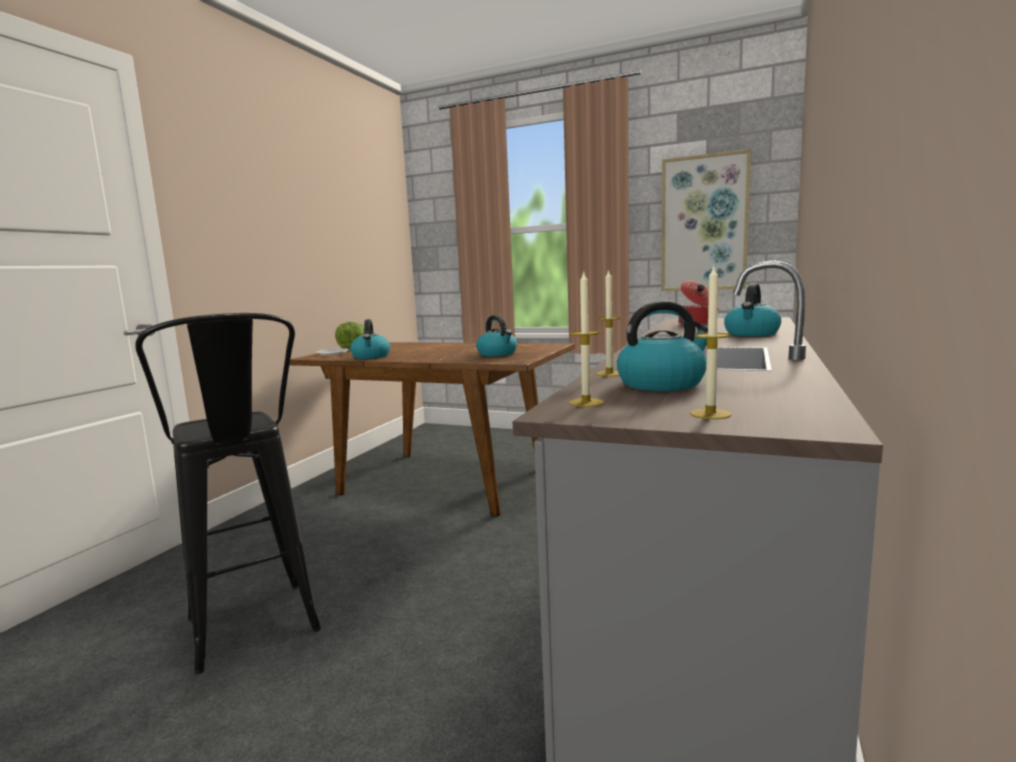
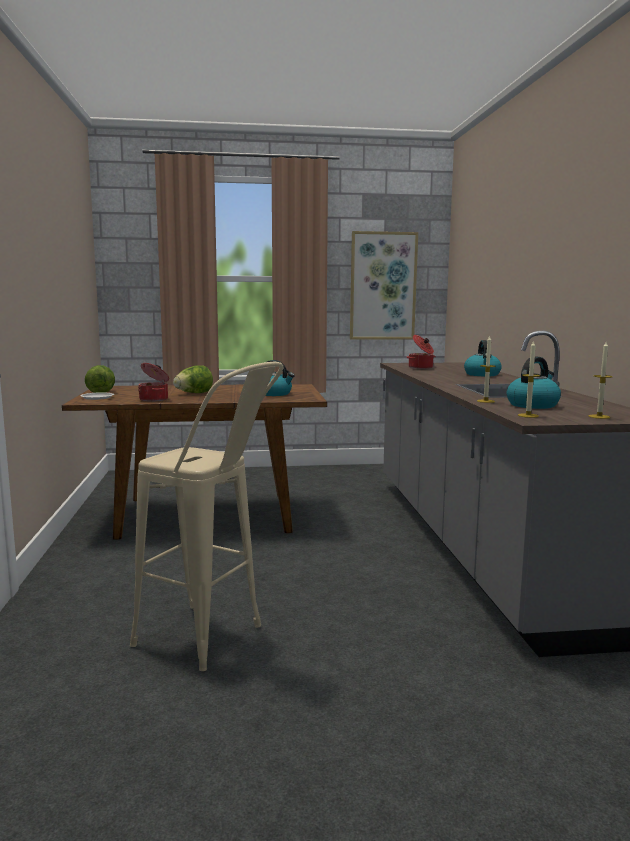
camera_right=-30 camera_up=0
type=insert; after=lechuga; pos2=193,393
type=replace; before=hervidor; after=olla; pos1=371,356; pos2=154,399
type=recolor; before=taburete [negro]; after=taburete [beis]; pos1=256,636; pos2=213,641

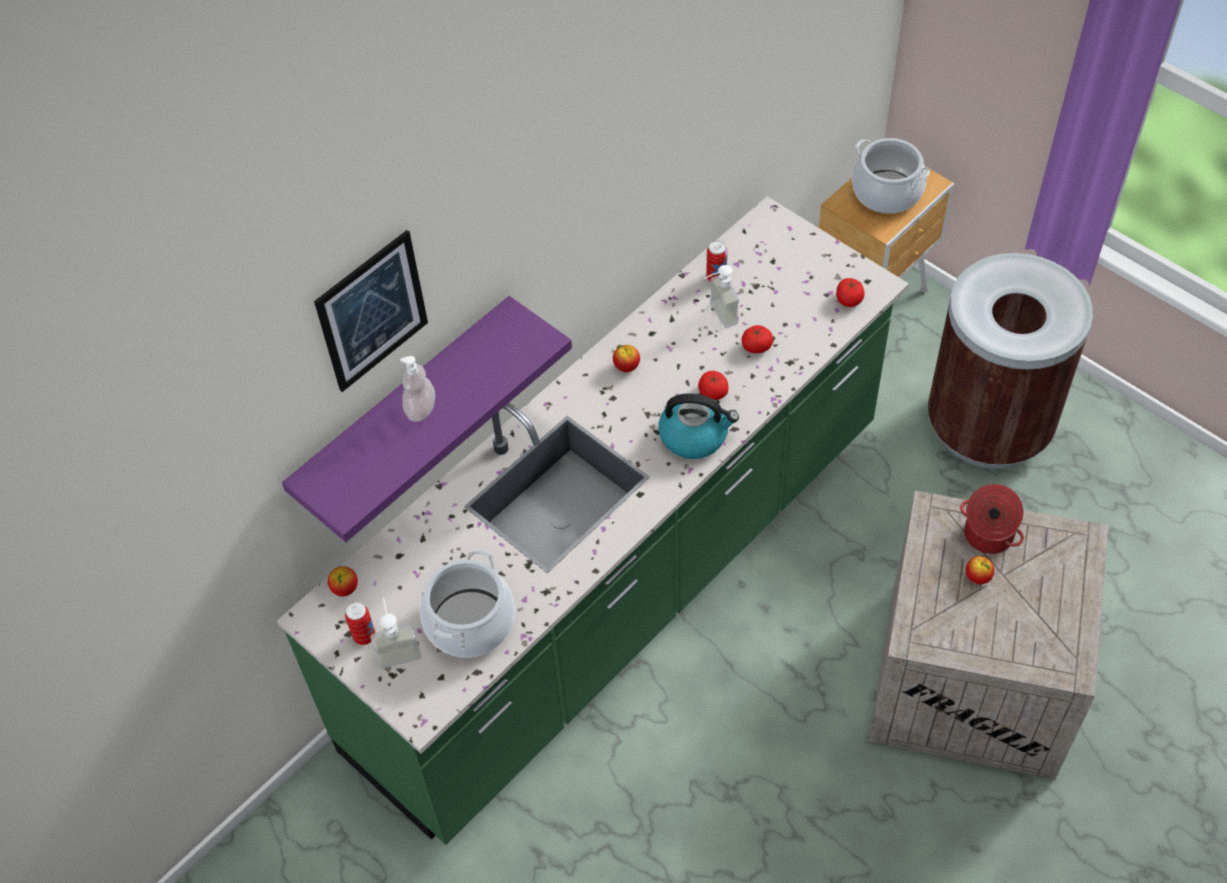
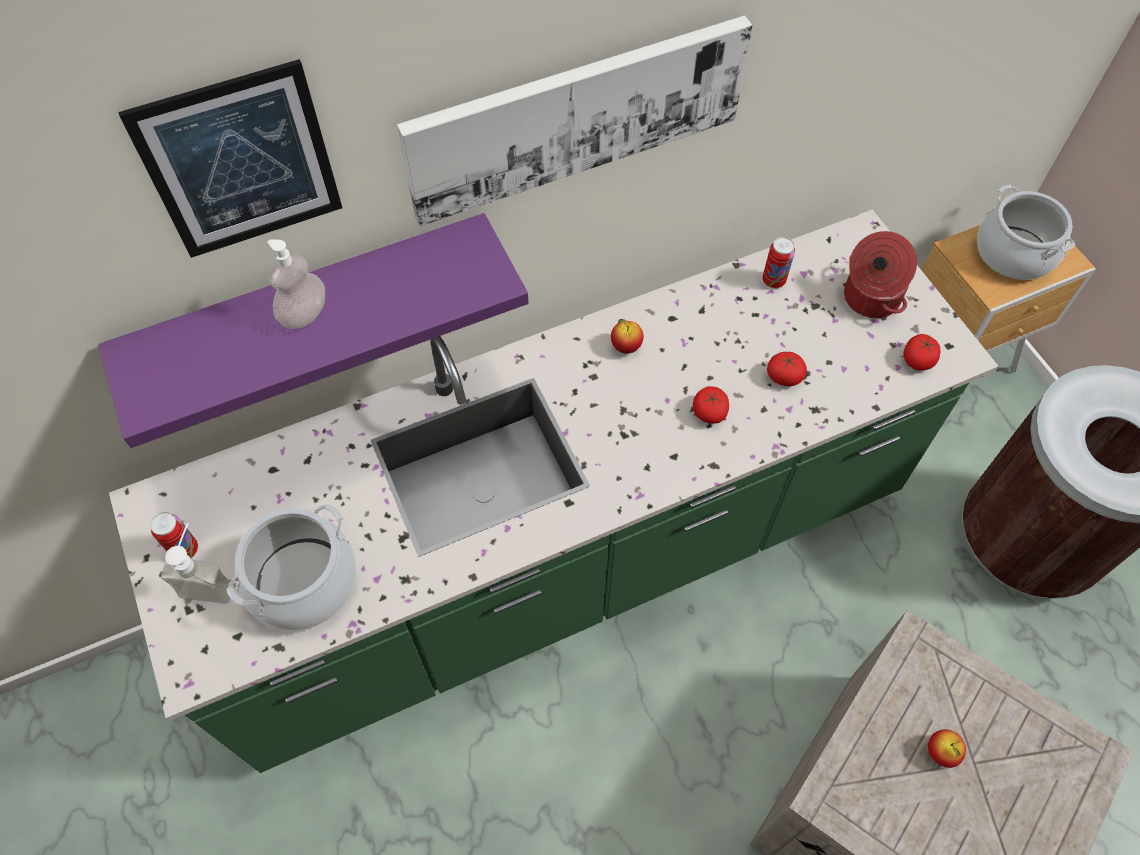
camera_right=20 camera_up=5
type=delete; before=manzana; pos1=345,589
type=delete; before=hervidor; pos1=694,436
type=delete; before=dispensador de jabón; pos1=716,316
type=insert; after=cuadro; pos2=576,116
type=move; before=olla; pos1=987,535; pos2=869,298

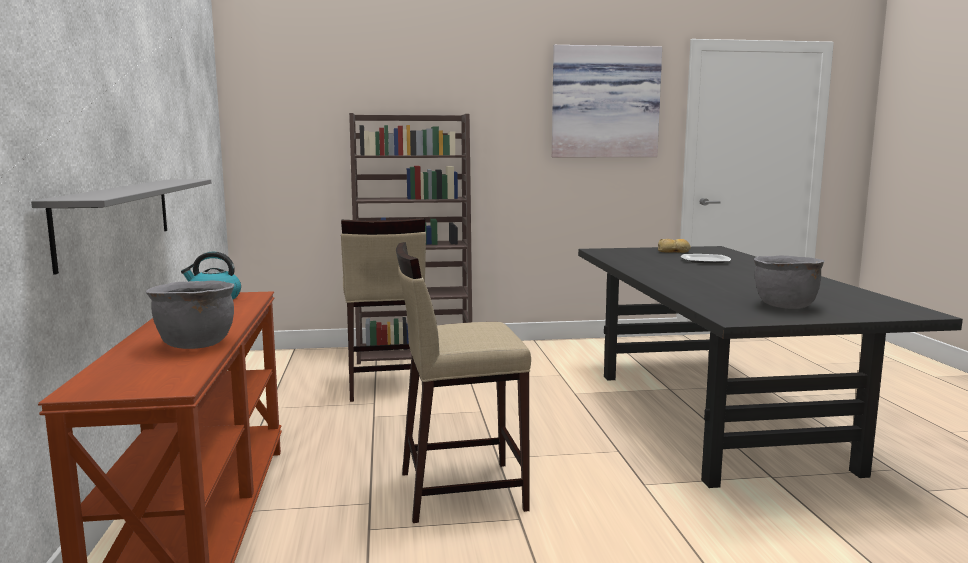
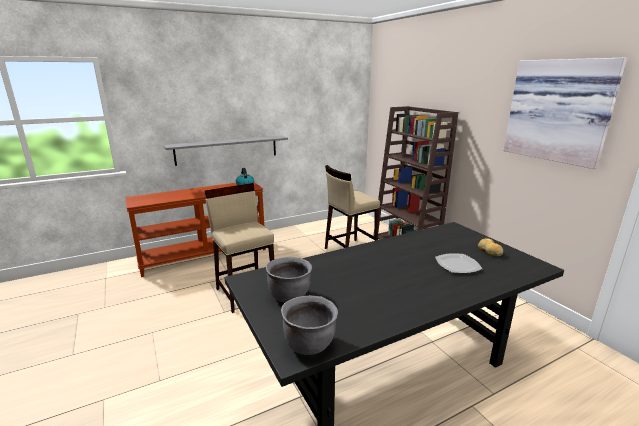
camera_right=70 camera_up=10
type=move; before=olla [gris]; pos1=195,344; pos2=309,344

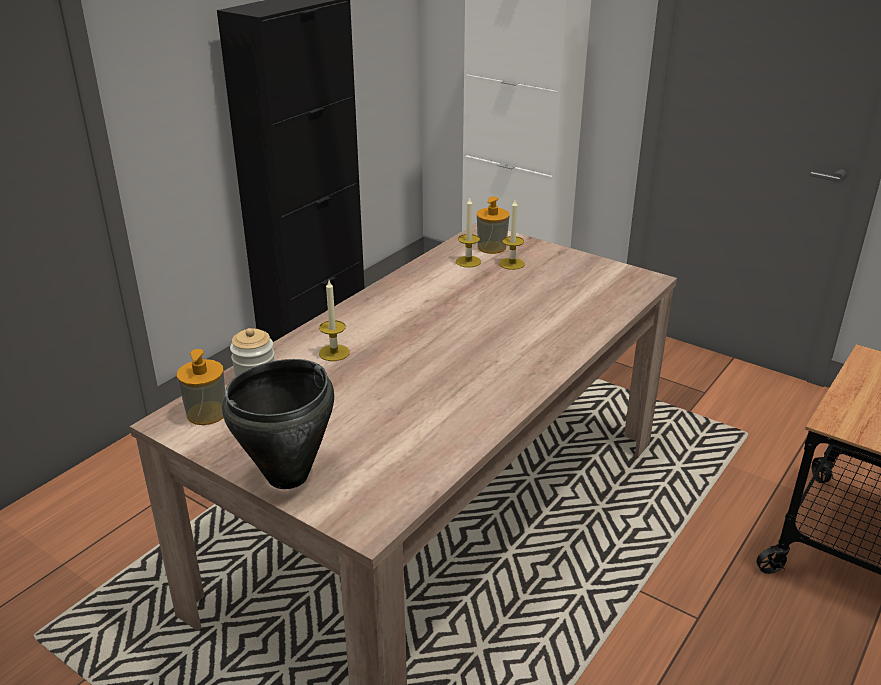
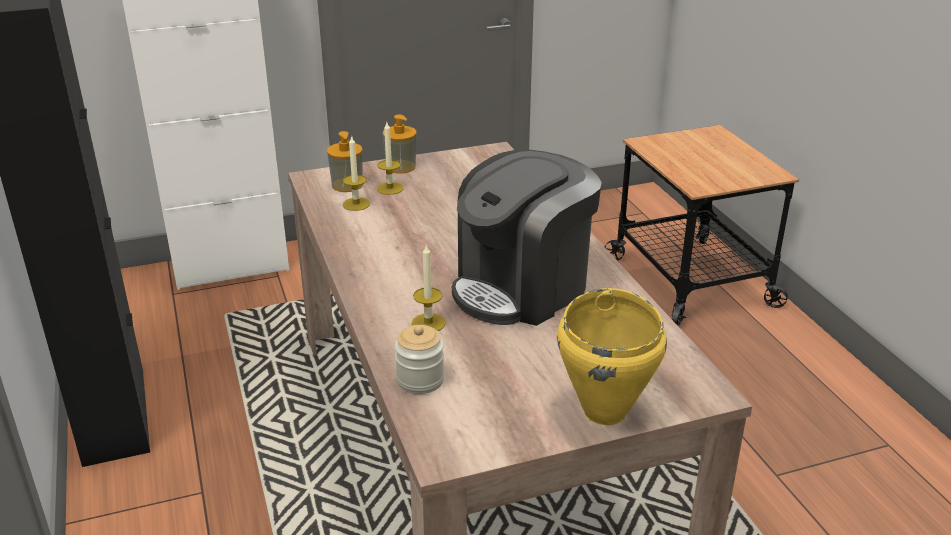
camera_right=-55 camera_up=0
type=insert; after=cafetera; pos2=522,288
type=move; before=dispensador de jabón; pos1=207,413; pos2=401,167
type=recolor; before=olla [negro]; after=olla [amarillo]; pos1=289,476; pos2=605,411

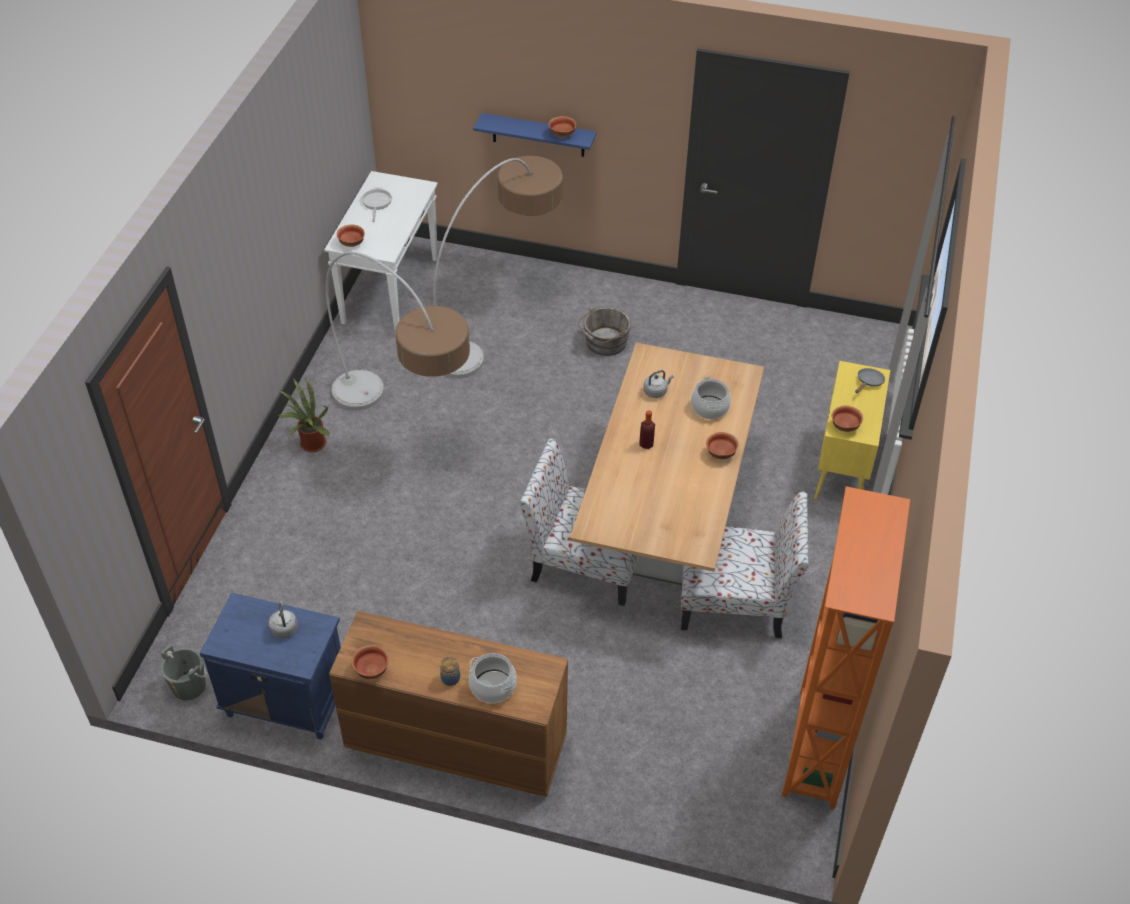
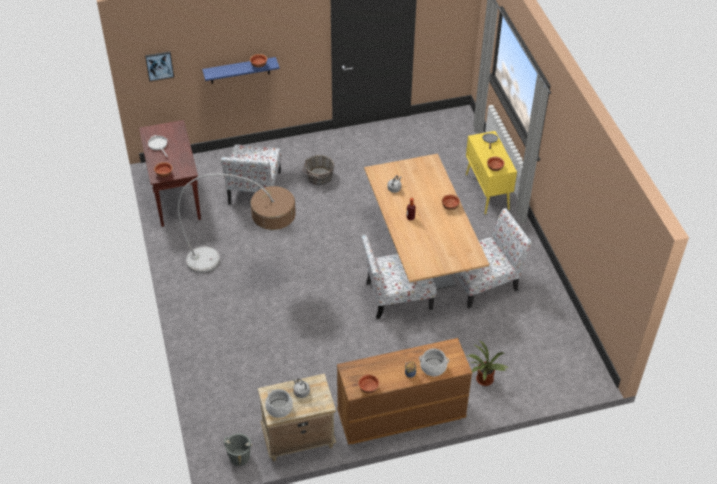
camera_right=-30 camera_up=0
type=delete; before=estantería [naranja]; pos1=815,748
type=insert; after=cuadro; pos2=159,65
type=move; before=planta en maceta; pos1=310,444; pos2=483,381
type=move; before=olla; pos1=710,407; pos2=279,408
type=replace; before=lámpara de pie; after=silla; pos1=502,323; pos2=254,189
type=recolor; before=mesita de noche [azul]; after=mesita de noche [beis]; pos1=285,701; pos2=297,438
type=recolor; before=mesa consola [blanco]; after=mesa consola [marrón]; pos1=390,290; pos2=174,196

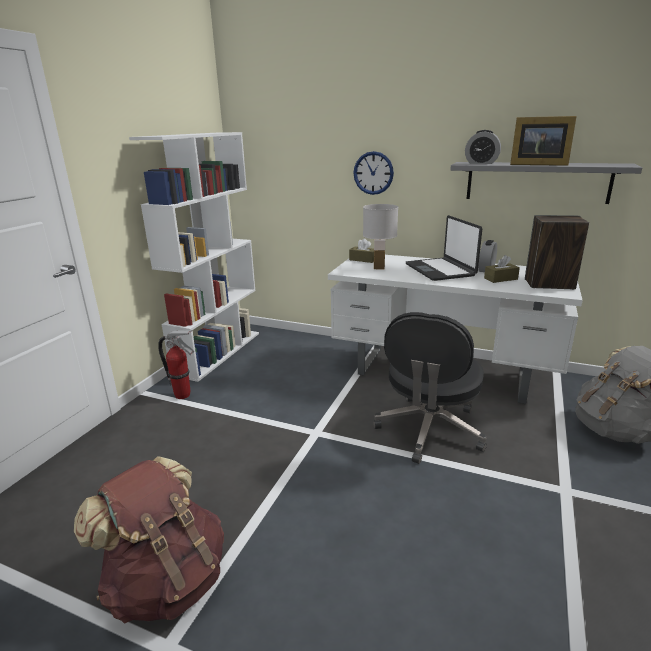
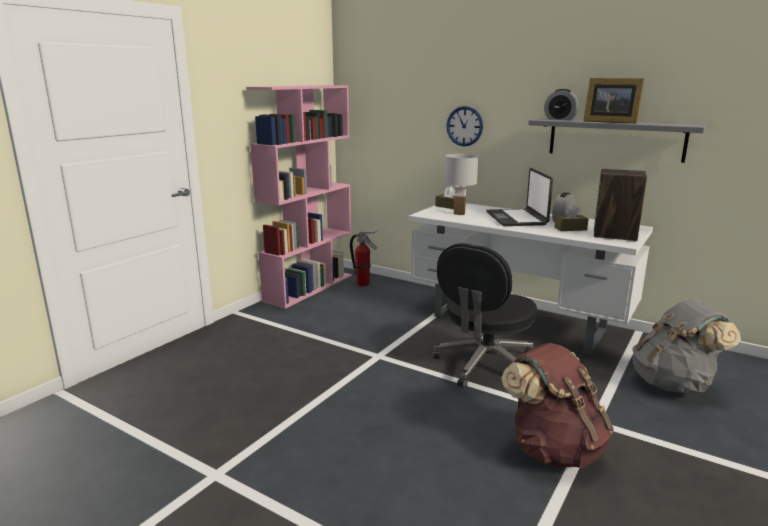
camera_right=10 camera_up=-5
type=move; before=mochila [marrón]; pos1=167,581; pos2=553,449
type=move; before=extintor; pos1=183,395; pos2=363,284
type=recolor; before=estantería [blanco]; after=estantería [rosa]; pos1=218,352; pos2=309,288

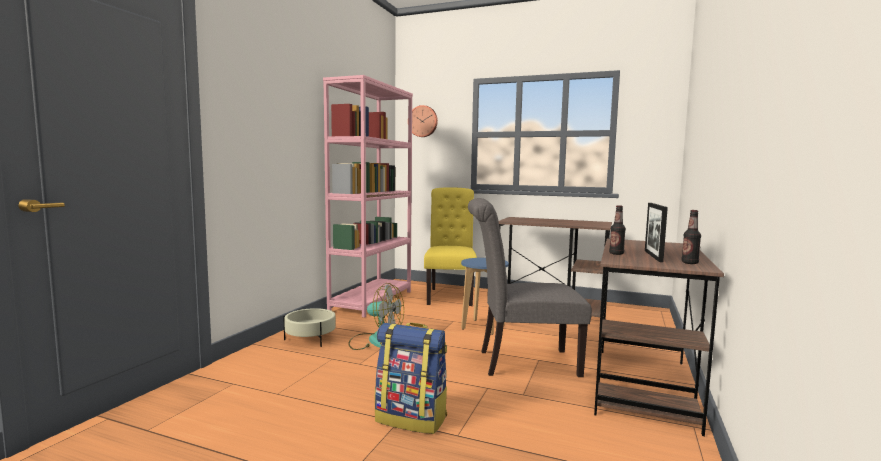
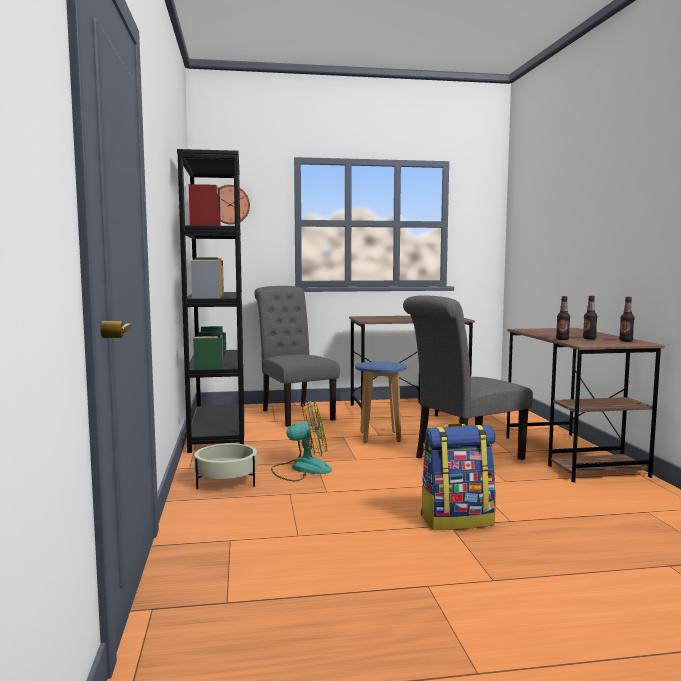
camera_right=-30 camera_up=0
type=replace; before=portarretratos; after=botella; pos1=653,256; pos2=589,338
type=recolor; before=estantería [rosa]; after=estantería [negro]; pos1=372,301; pos2=218,433
type=recolor; before=silla [amarillo]; after=silla [gris]; pos1=450,295; pos2=294,414

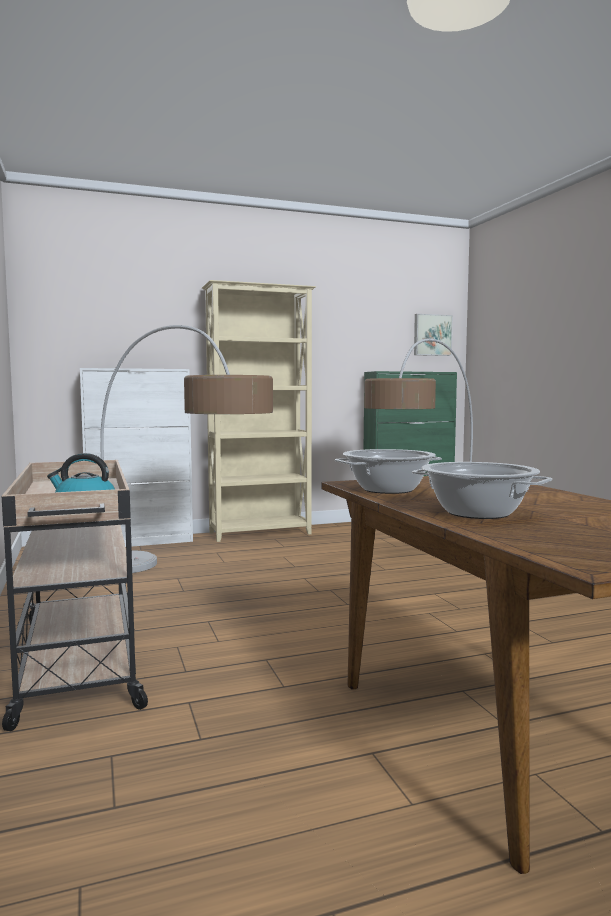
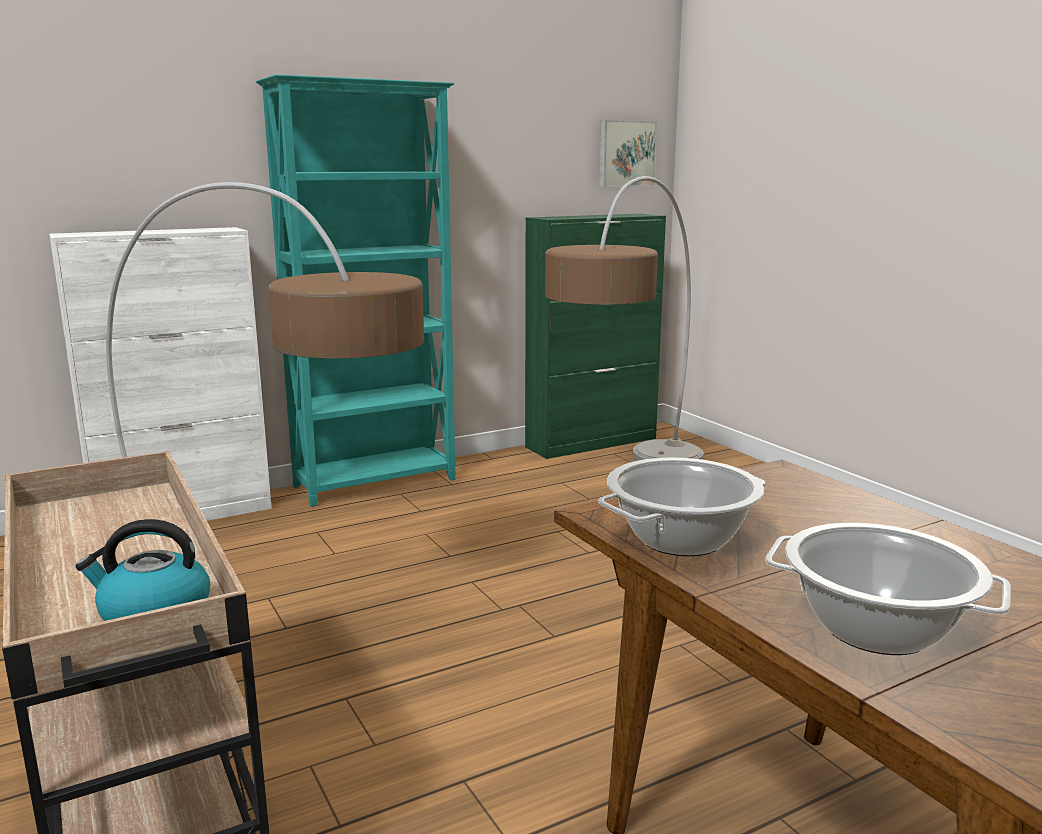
camera_right=-10 camera_up=10
type=recolor; before=estantería [beis]; after=estantería [turquesa]; pos1=261,533; pos2=377,483

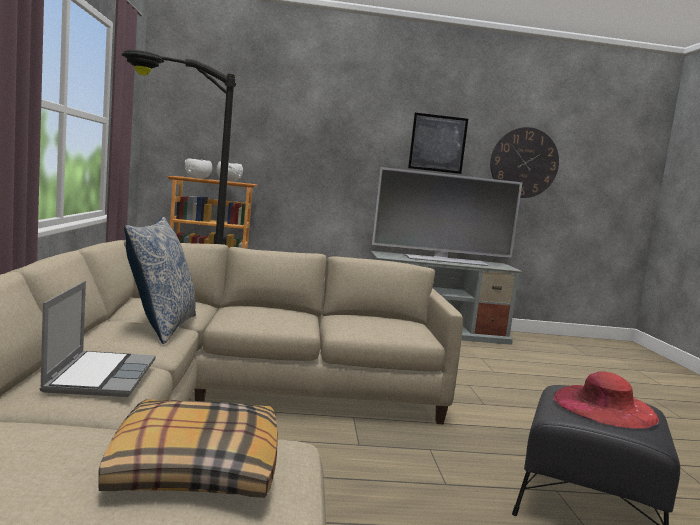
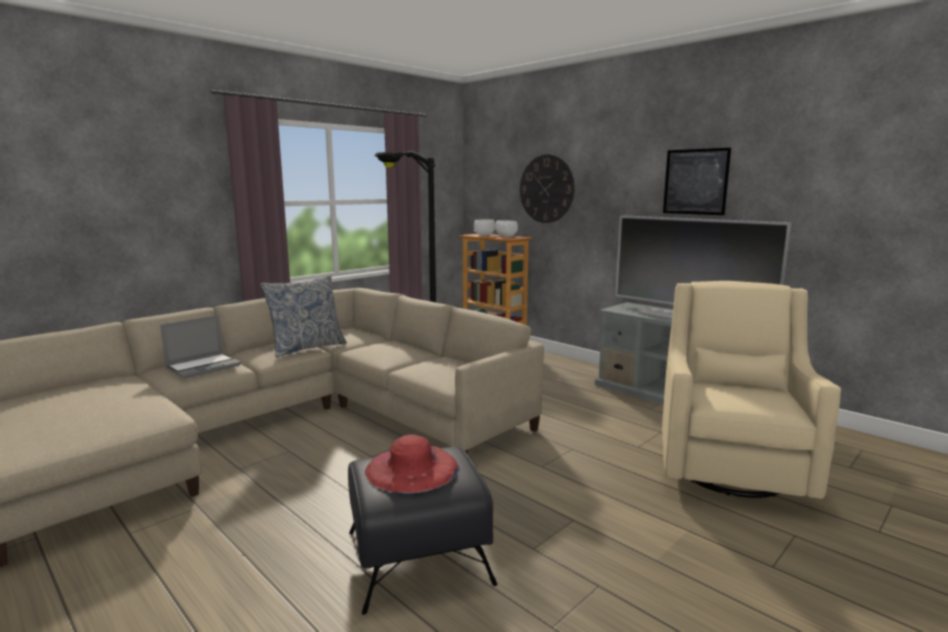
camera_right=50 camera_up=5
type=delete; before=cojín; pos1=194,467
type=insert; after=sillón [beis]; pos2=729,466
type=move; before=reloj de pared; pos1=524,163; pos2=546,189

